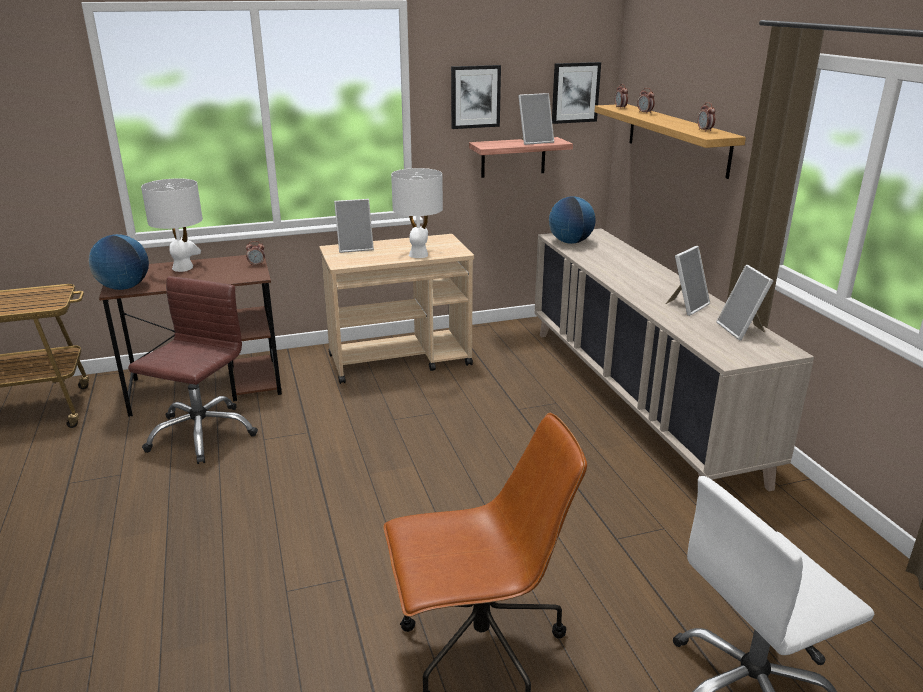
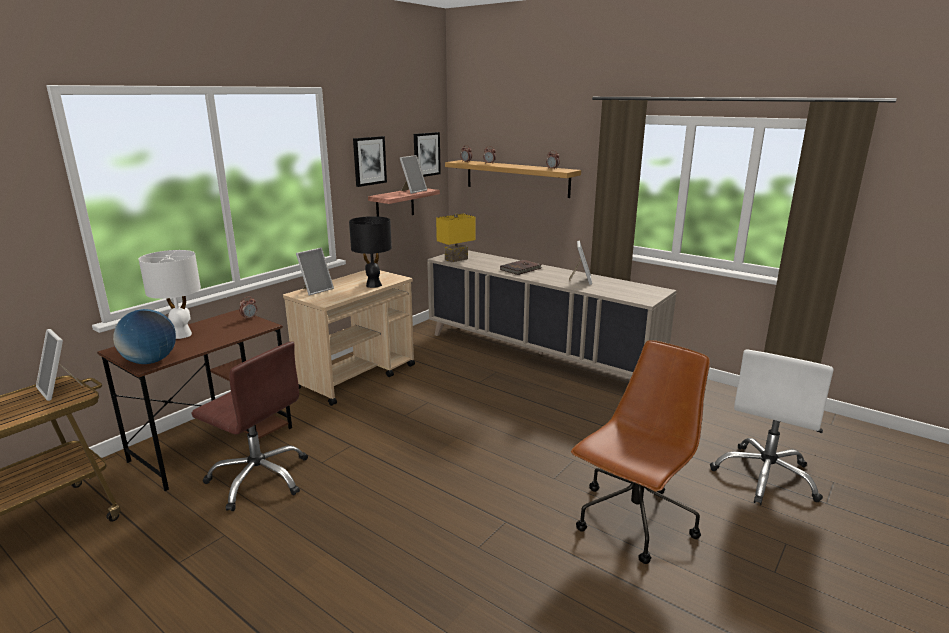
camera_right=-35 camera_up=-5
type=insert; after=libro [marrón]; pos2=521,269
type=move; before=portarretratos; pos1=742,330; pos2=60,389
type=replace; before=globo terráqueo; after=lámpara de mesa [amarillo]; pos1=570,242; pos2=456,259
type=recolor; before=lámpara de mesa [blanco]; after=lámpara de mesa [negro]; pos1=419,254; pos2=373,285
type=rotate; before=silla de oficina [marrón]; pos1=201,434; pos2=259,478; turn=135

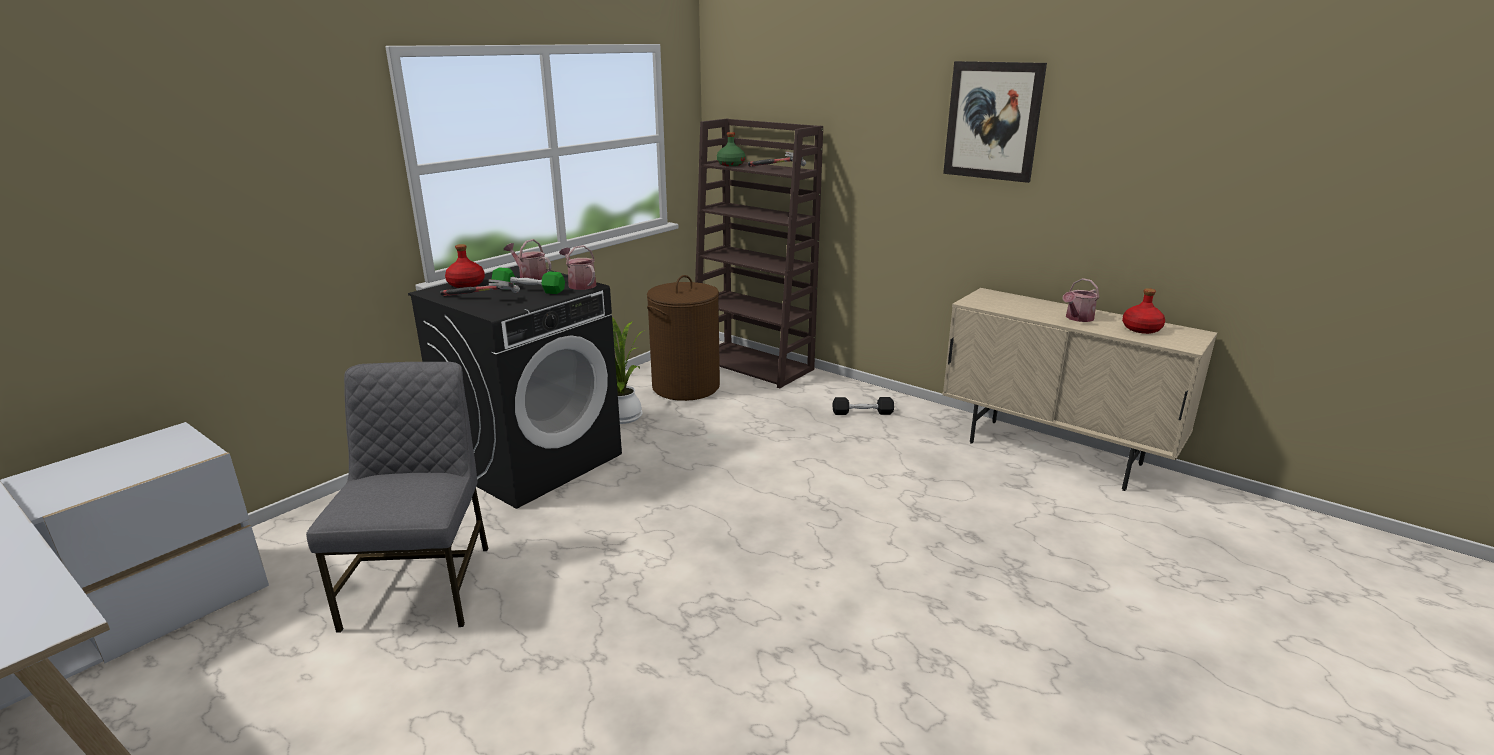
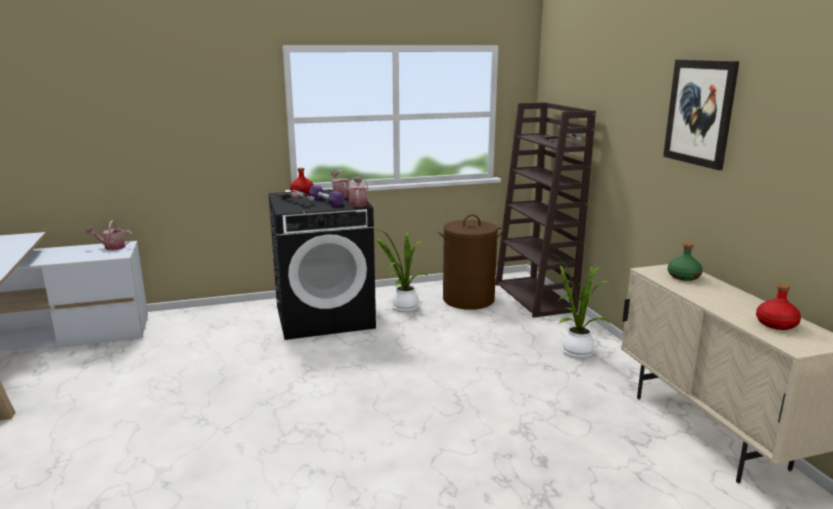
camera_right=35 camera_up=-5
type=delete; before=silla [gris]; pos1=422,585
type=move; before=botella [verde]; pos1=730,164; pos2=683,276
type=move; before=regadera; pos1=1077,318; pos2=112,247
type=replace; before=mancuerna [negro]; after=planta en maceta; pos1=862,413; pos2=574,351
type=recolor; before=mancuerna [verde]; after=mancuerna [morado]; pos1=529,290; pos2=326,201

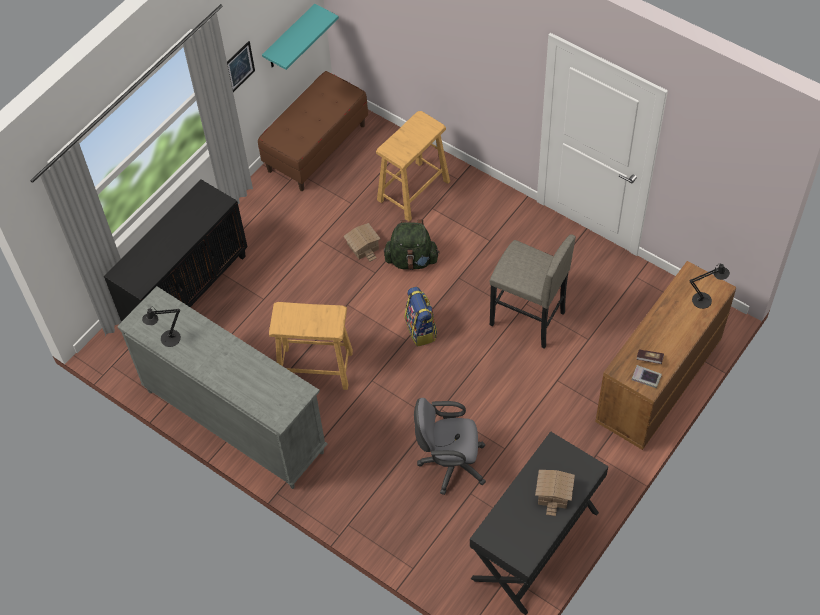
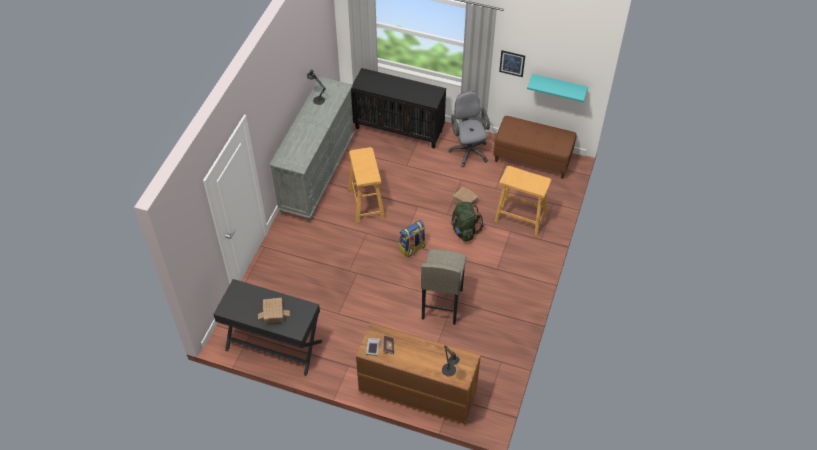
camera_right=70 camera_up=-5
type=move; before=silla de oficina [gris]; pos1=449,464; pos2=468,150

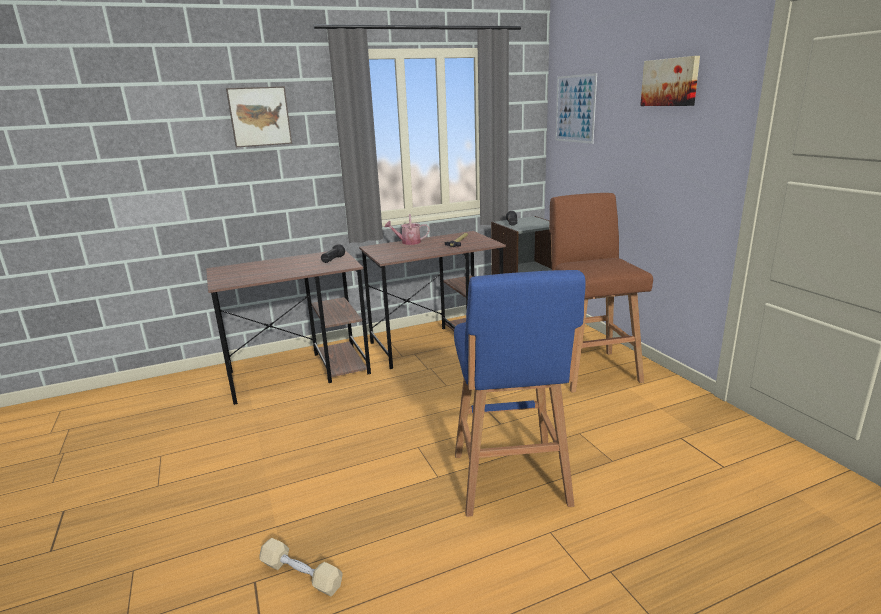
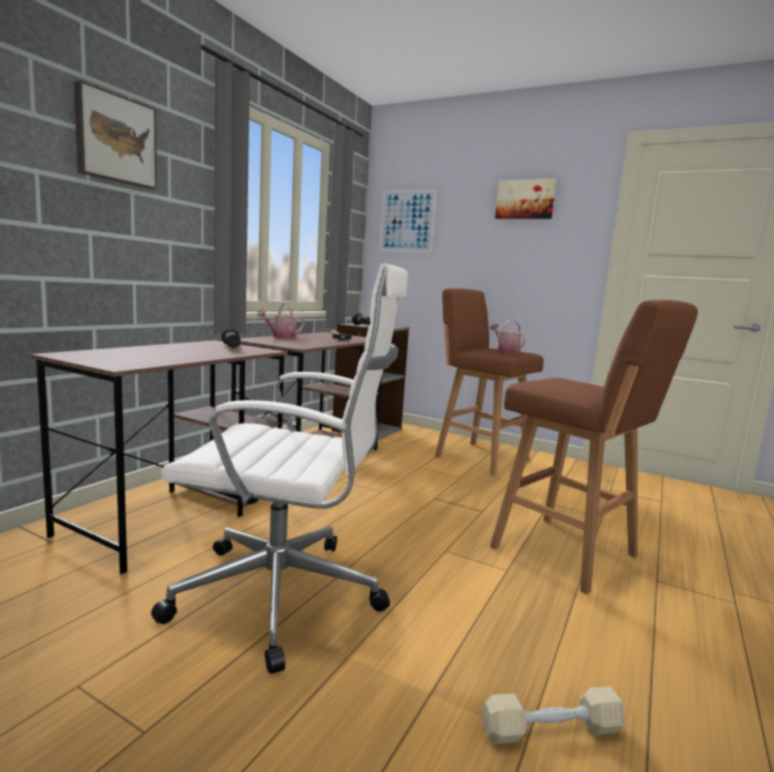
camera_right=-40 camera_up=-10
type=insert; after=silla de oficina [blanco]; pos2=285,596
type=insert; after=regadera; pos2=506,351
type=recolor; before=taburete [azul]; after=taburete [marrón]; pos1=511,482; pos2=568,554

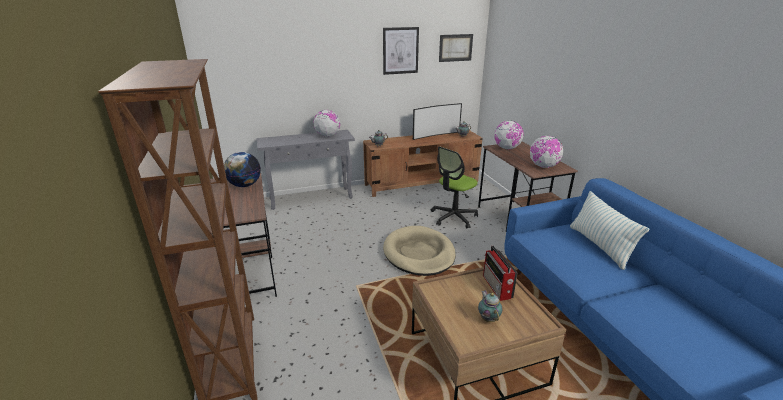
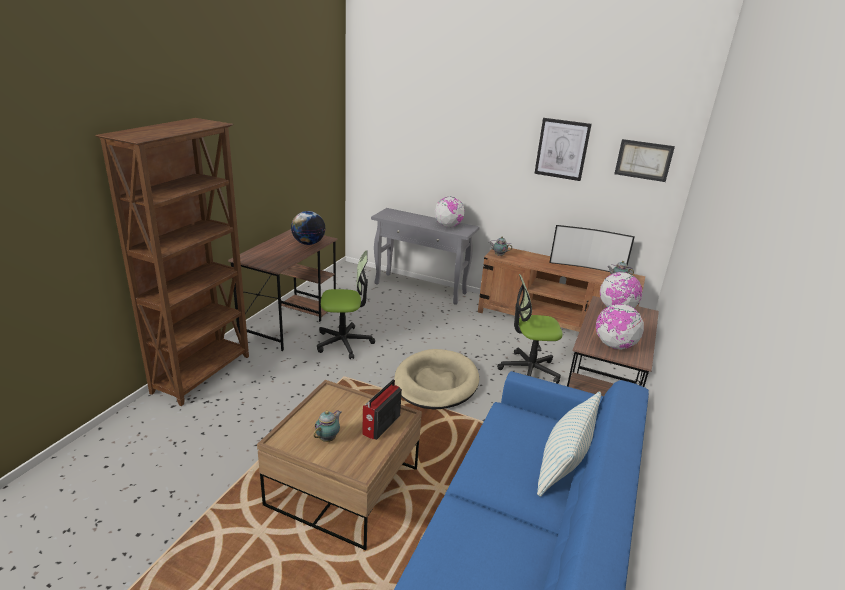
camera_right=40 camera_up=0
type=insert; after=silla de oficina; pos2=344,342

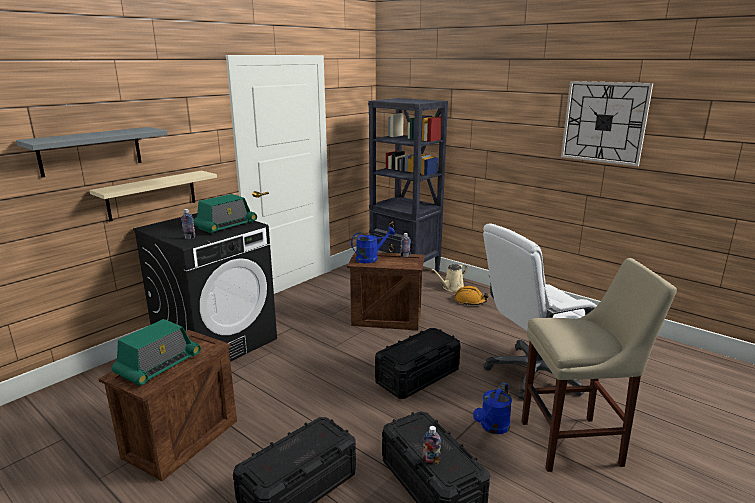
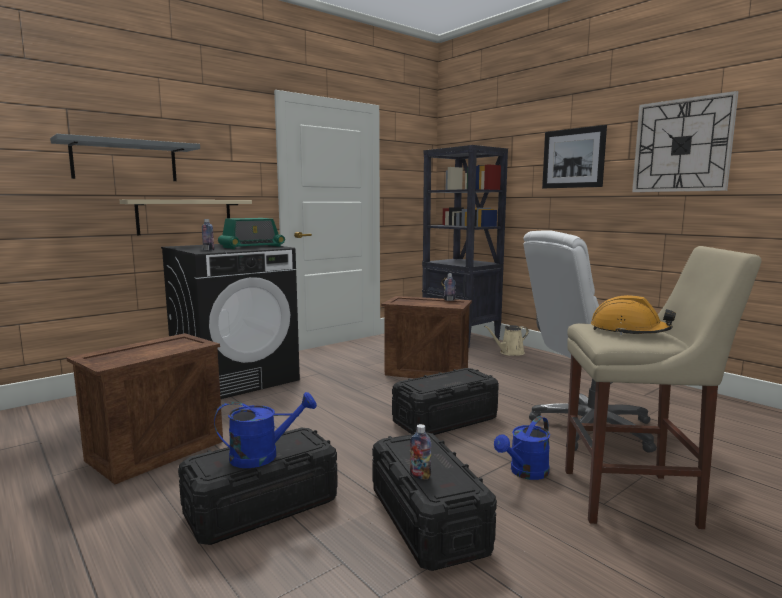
camera_right=10 camera_up=-10
type=delete; before=radio; pos1=159,365
type=insert; after=cuadro; pos2=573,158
type=move; before=regadera [azul]; pos1=370,258; pos2=263,455
type=move; before=casco [naranja]; pos1=470,301; pos2=629,331

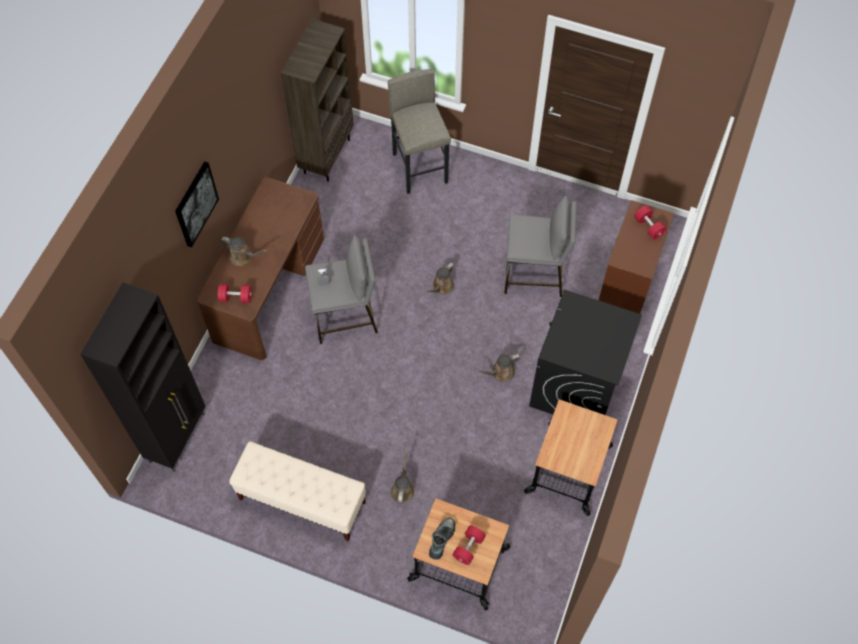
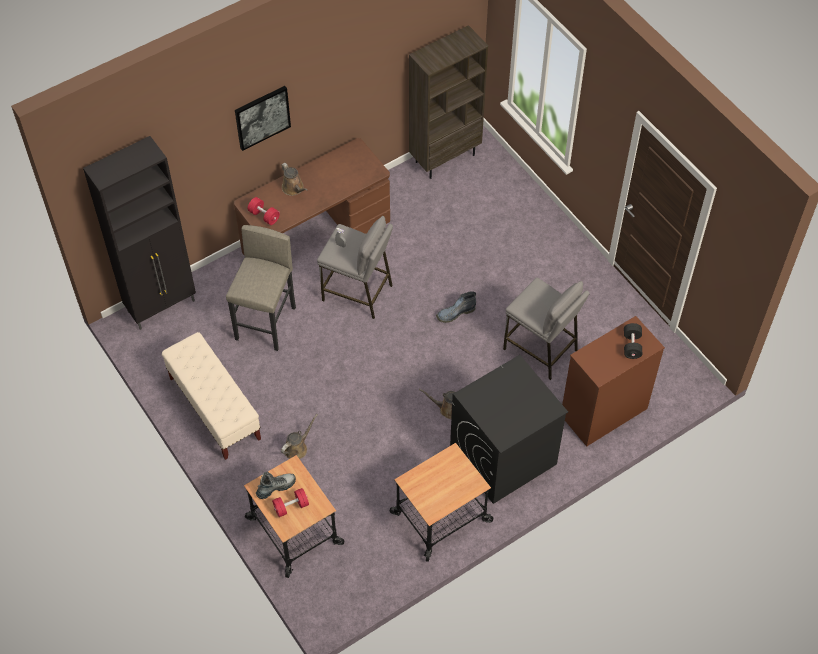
camera_right=35 camera_up=-5
type=move; before=taburete [gris]; pos1=420,168; pos2=266,323
type=replace; before=regadera [marrón]; after=bota; pos1=441,287; pos2=455,313
type=recolor; before=mancuerna [rojo]; after=mancuerna [negro]; pos1=648,227; pos2=631,345

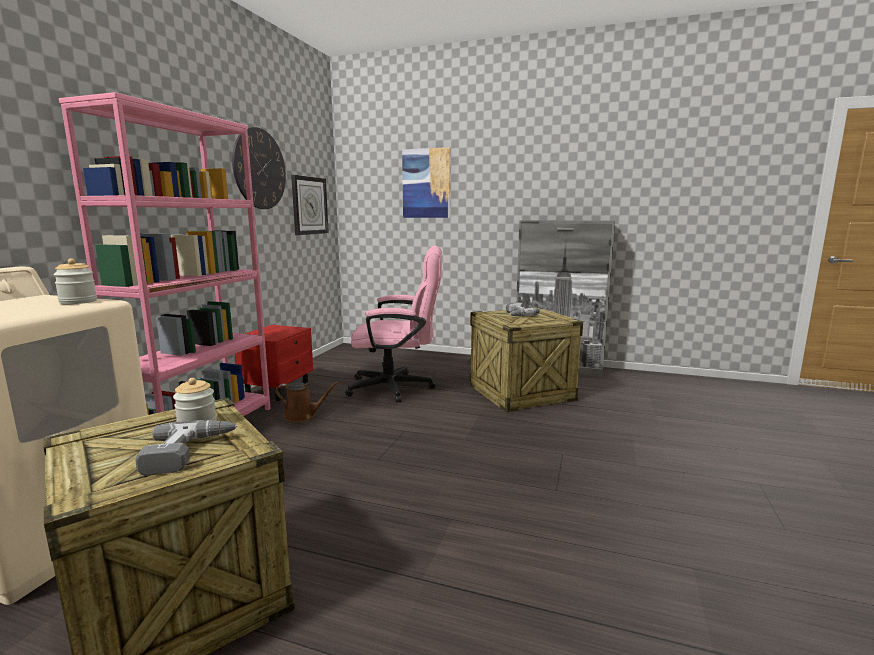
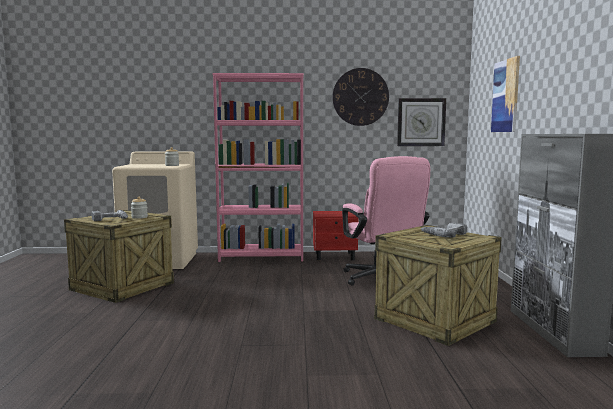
camera_right=70 camera_up=-5
type=delete; before=regadera [marrón]; pos1=303,416

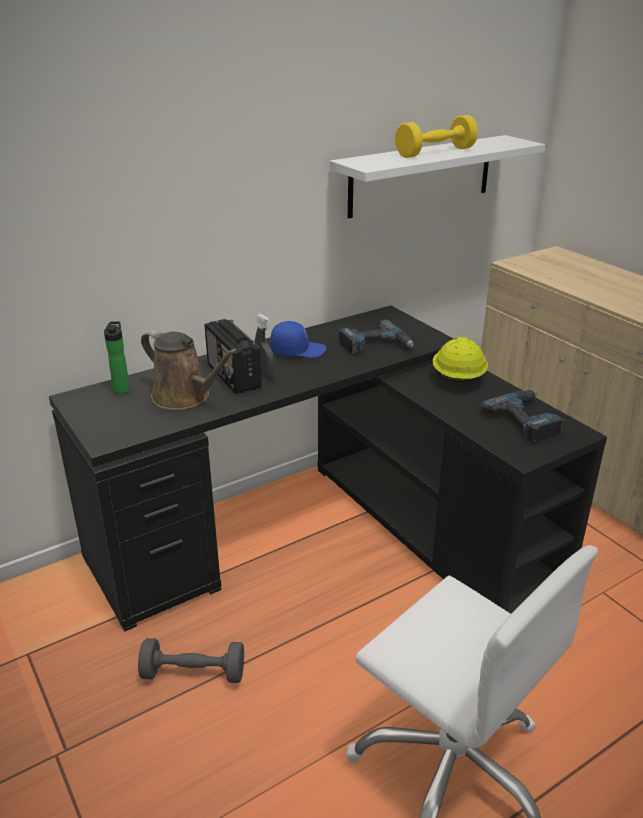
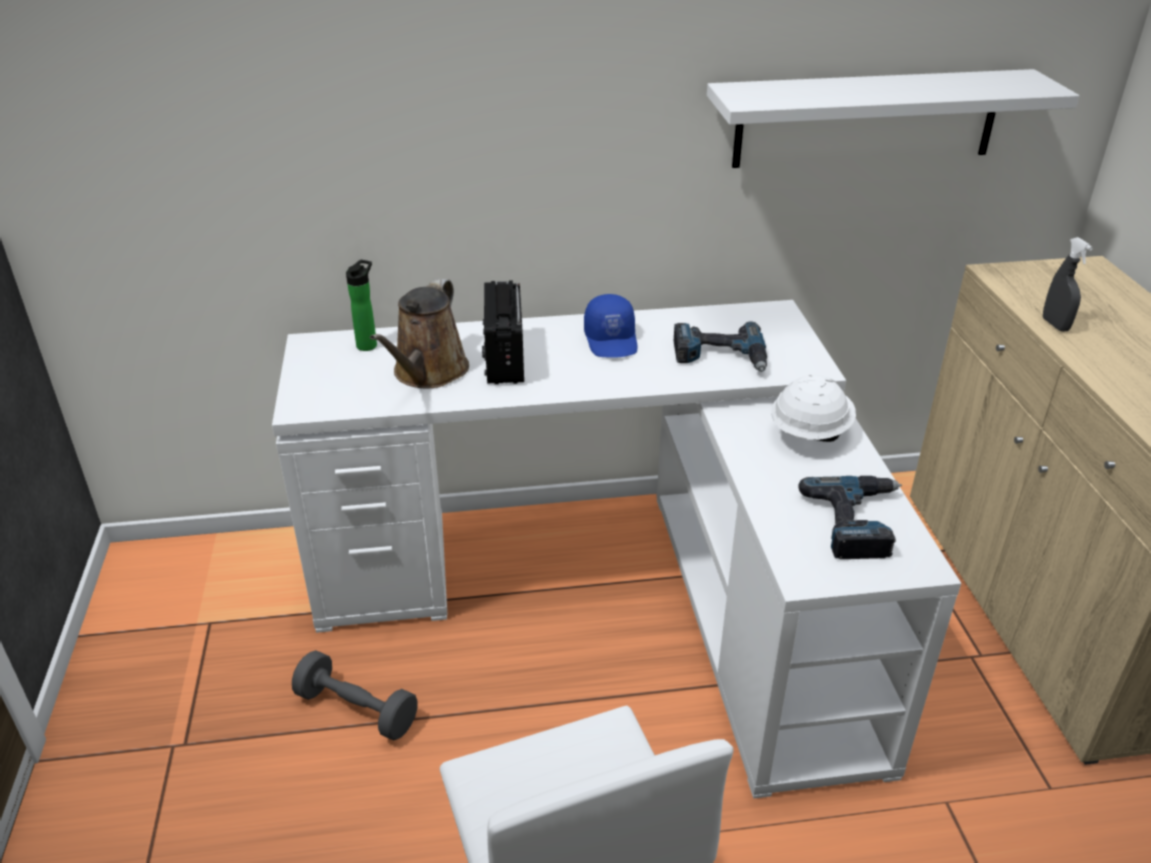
camera_right=25 camera_up=5
type=delete; before=mancuerna [amarillo]; pos1=435,152
type=move; before=pulverizador [gris]; pos1=264,376; pos2=1055,325
type=recolor; before=escritorio [negro]; after=escritorio [blanco]; pos1=331,532; pos2=621,589
type=recolor; before=casco [amarillo]; after=casco [blanco]; pos1=457,378; pos2=809,433
type=rotate; before=regadera [marrón]; pos1=185,397; pos2=428,373; turn=45
type=rotate; before=gorra [azul]; pos1=298,350; pos2=612,340; turn=60

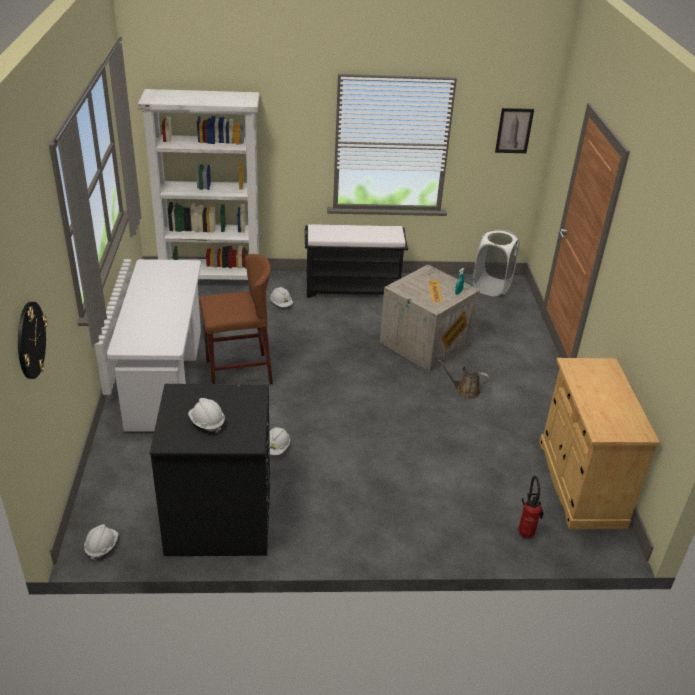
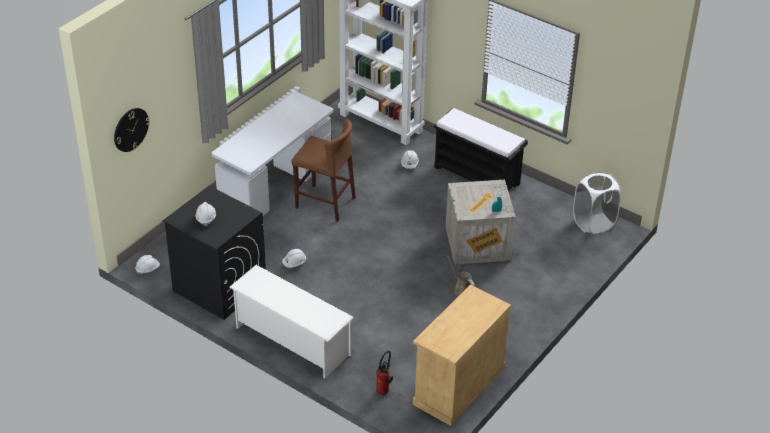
camera_right=40 camera_up=5
type=delete; before=cuadro; pos1=514,130
type=insert; after=zapatero [blanco]; pos2=292,341

